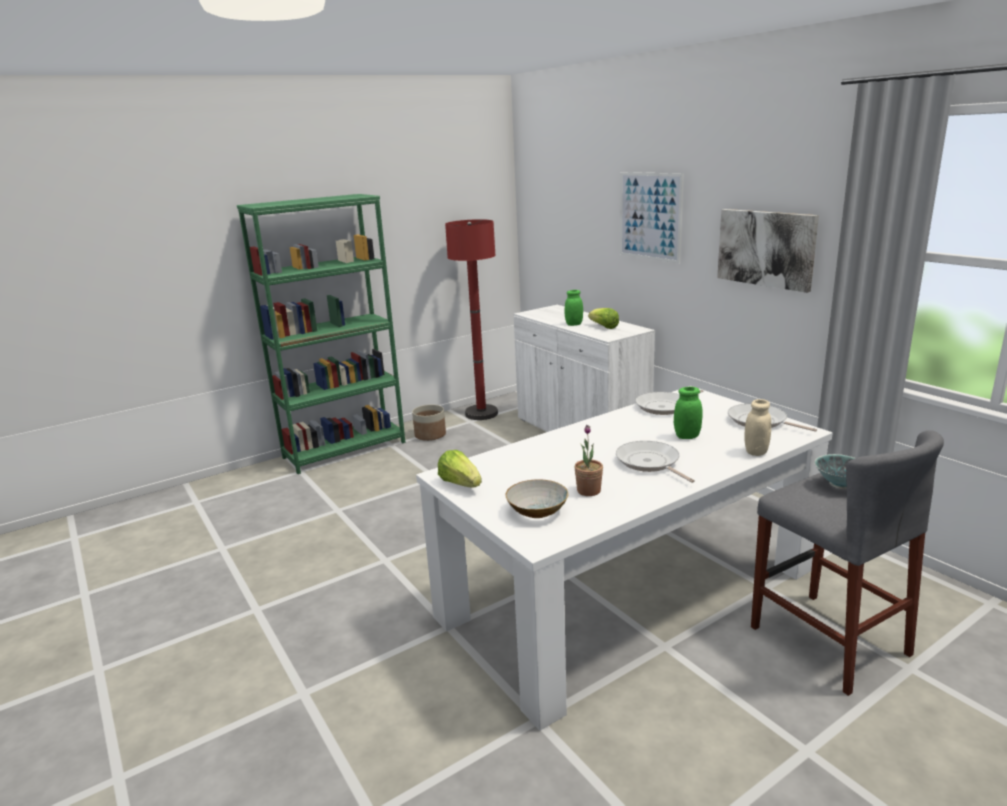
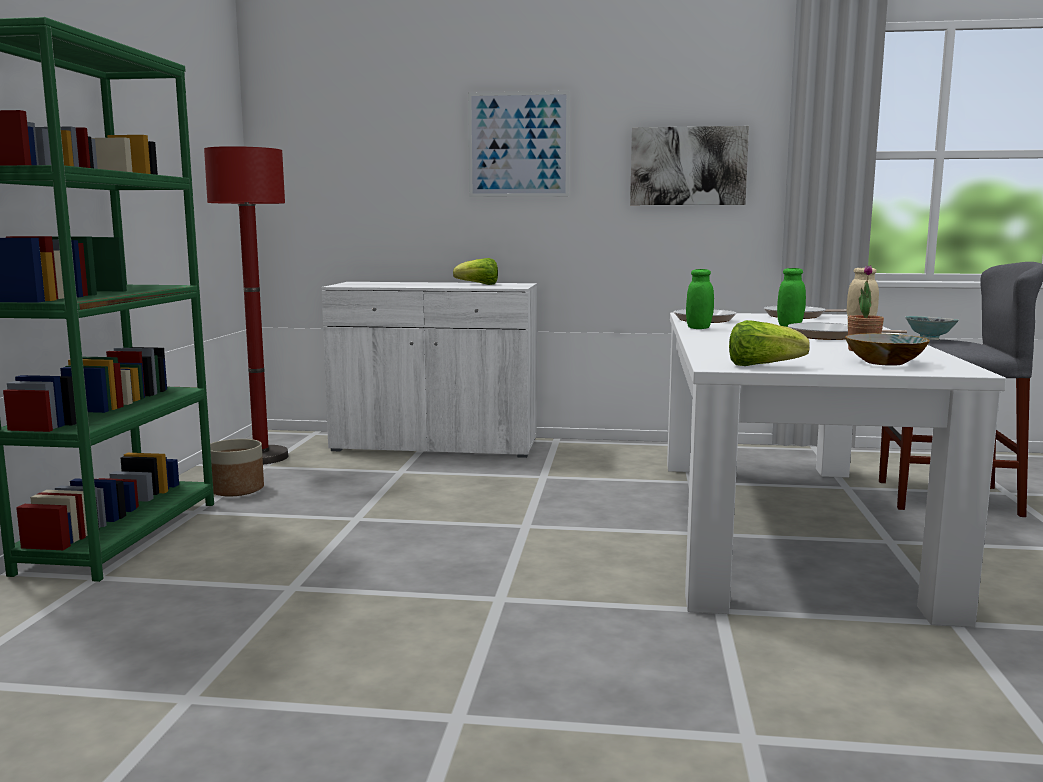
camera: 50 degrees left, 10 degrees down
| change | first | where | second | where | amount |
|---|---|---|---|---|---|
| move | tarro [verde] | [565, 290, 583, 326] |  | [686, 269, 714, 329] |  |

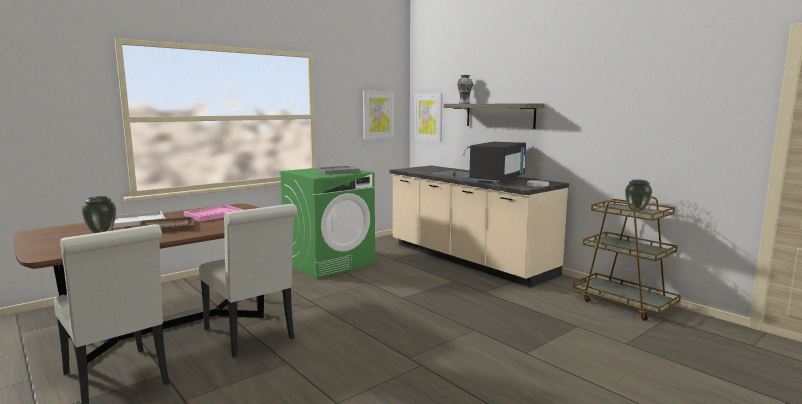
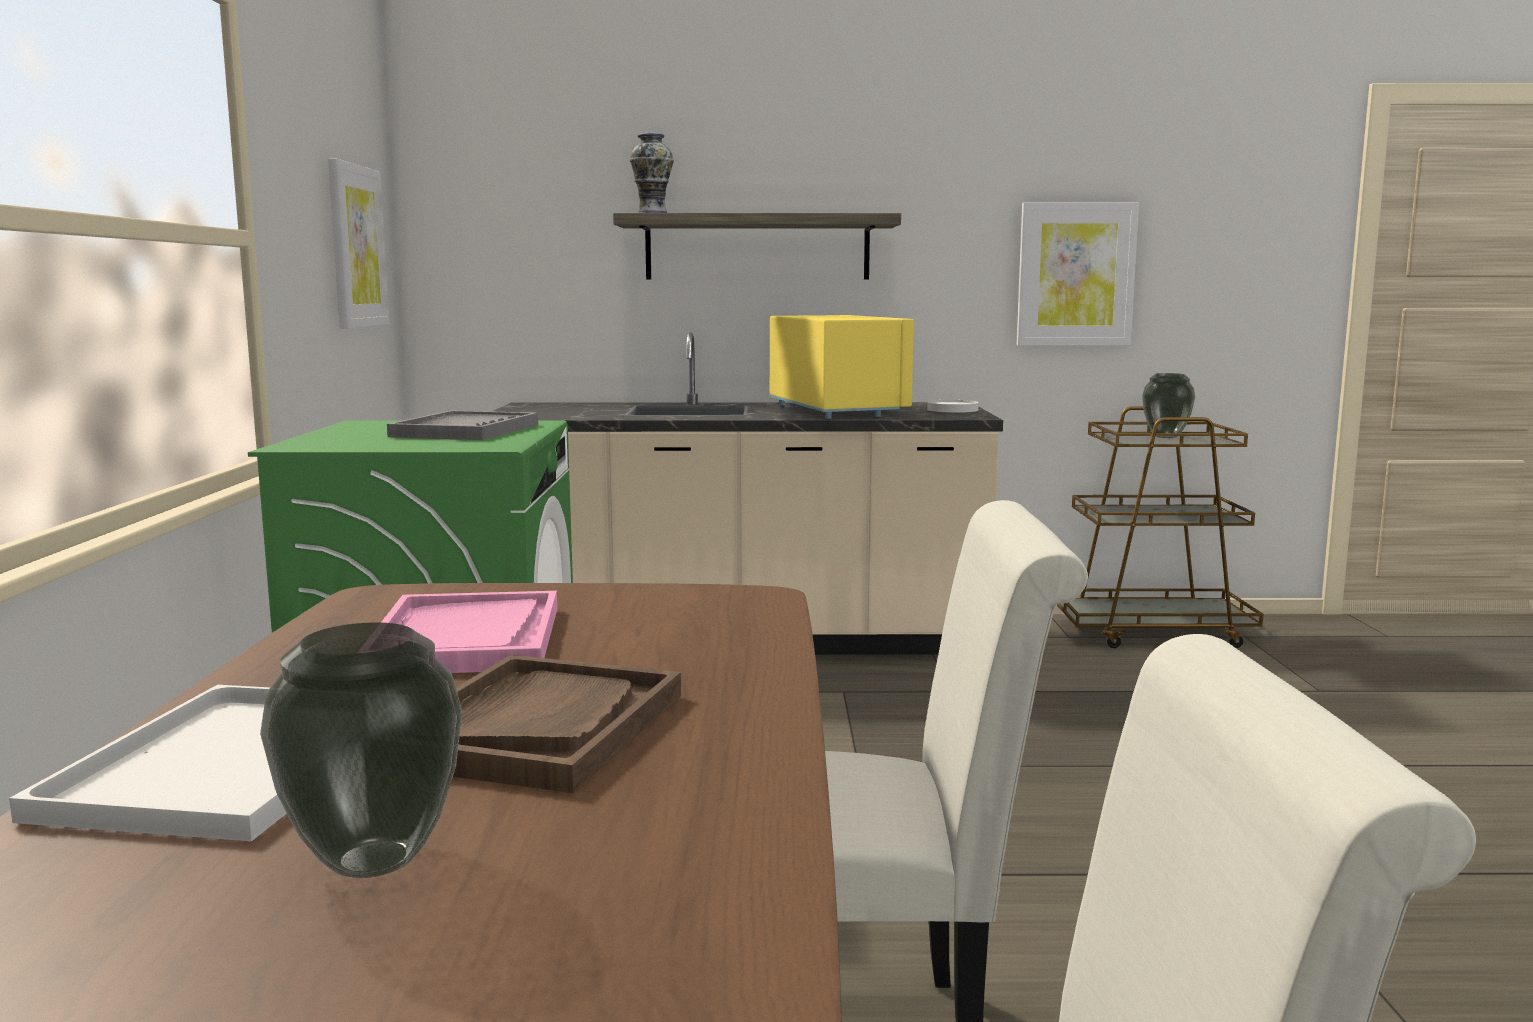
camera: 50 degrees left, 0 degrees up
| change | first | where | second | where | amount |
|---|---|---|---|---|---|
| move | cuadro | [414, 93, 443, 142] |  | [1016, 202, 1139, 346] |  |
| recolor | microondas [negro] | [469, 142, 526, 184] | microondas [amarillo] | [769, 315, 914, 419] |  |

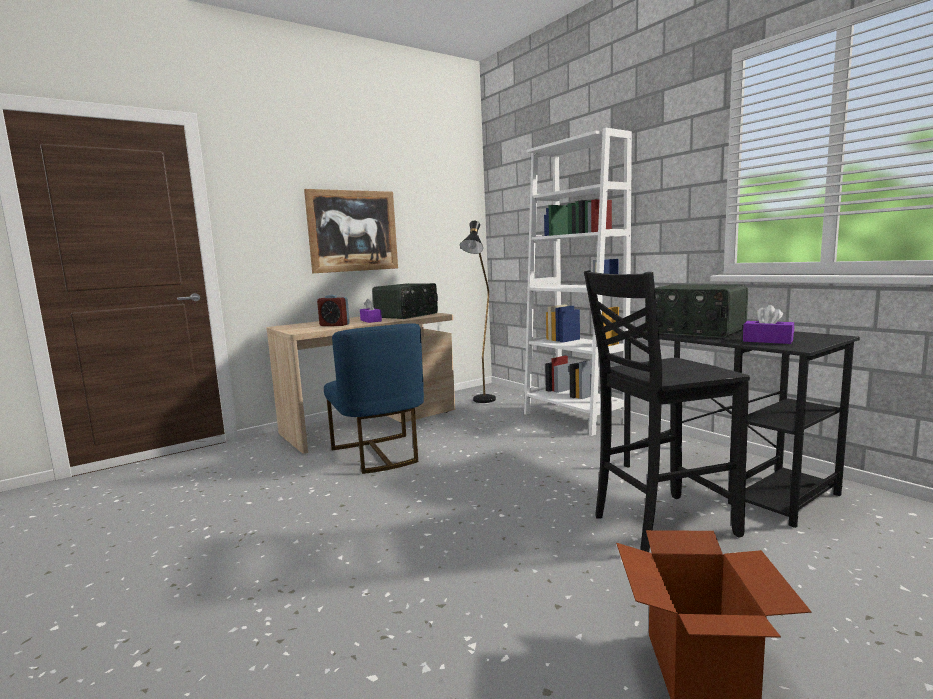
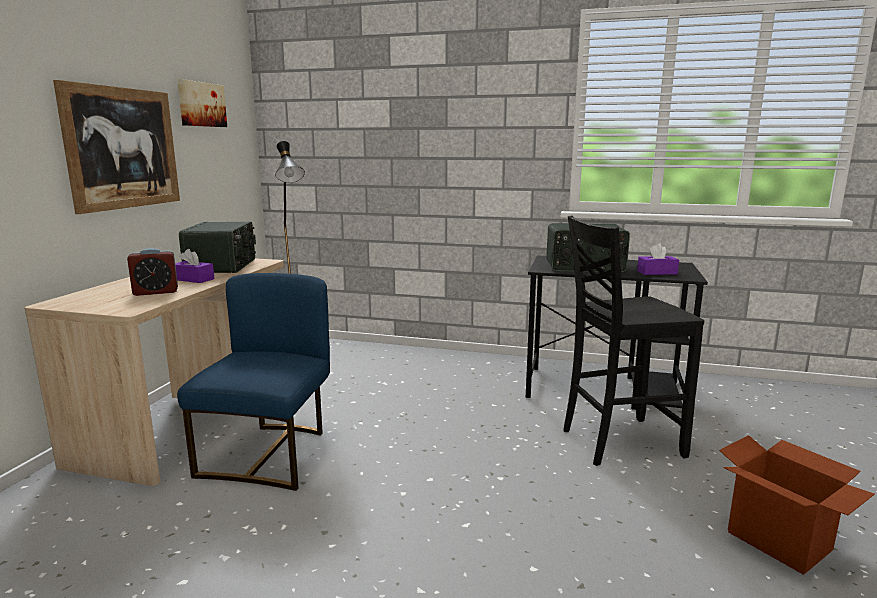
camera: 40 degrees left, 5 degrees up
| change | first | where | second | where | amount |
|---|---|---|---|---|---|
| delete | estantería [blanco] | [524, 128, 632, 436] |  |  |  |
| insert |  |  | cuadro | [177, 79, 227, 127] |  |
| rotate | silla [azul] | [324, 323, 424, 474] |  | [177, 273, 330, 491] | 105 degrees counterclockwise |
| rotate | silla [negro] | [584, 270, 750, 552] |  | [563, 215, 704, 466] | 45 degrees clockwise |

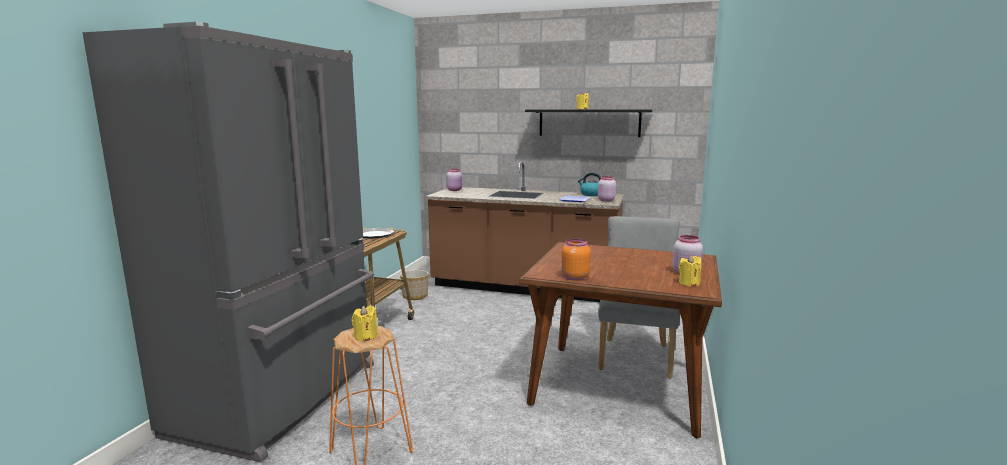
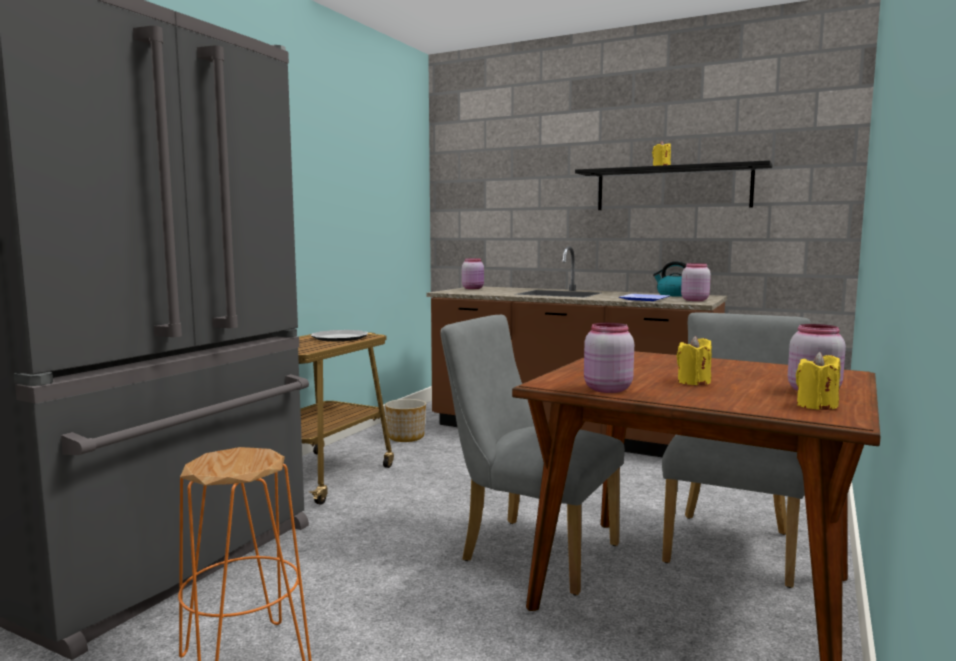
camera: 10 degrees right, 5 degrees down
| change | first | where | second | where | amount |
|---|---|---|---|---|---|
| insert |  |  | silla [gris] | [440, 315, 625, 595] |  |
| move | vela [amarillo] | [352, 305, 378, 342] |  | [676, 336, 712, 385] |  |
| recolor | tarro [naranja] | [561, 238, 591, 280] | tarro [rosa] | [584, 323, 634, 393] |  |

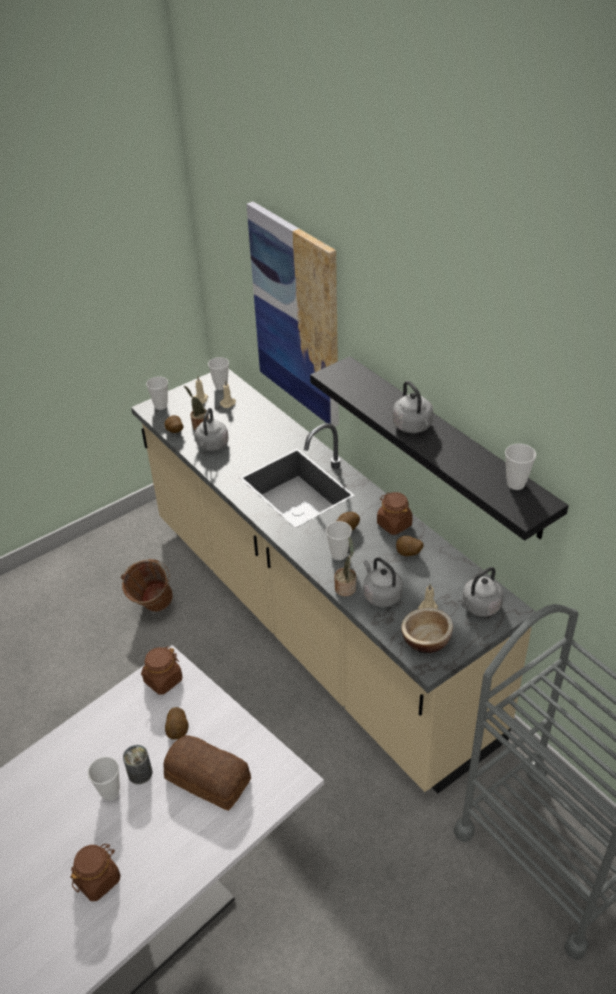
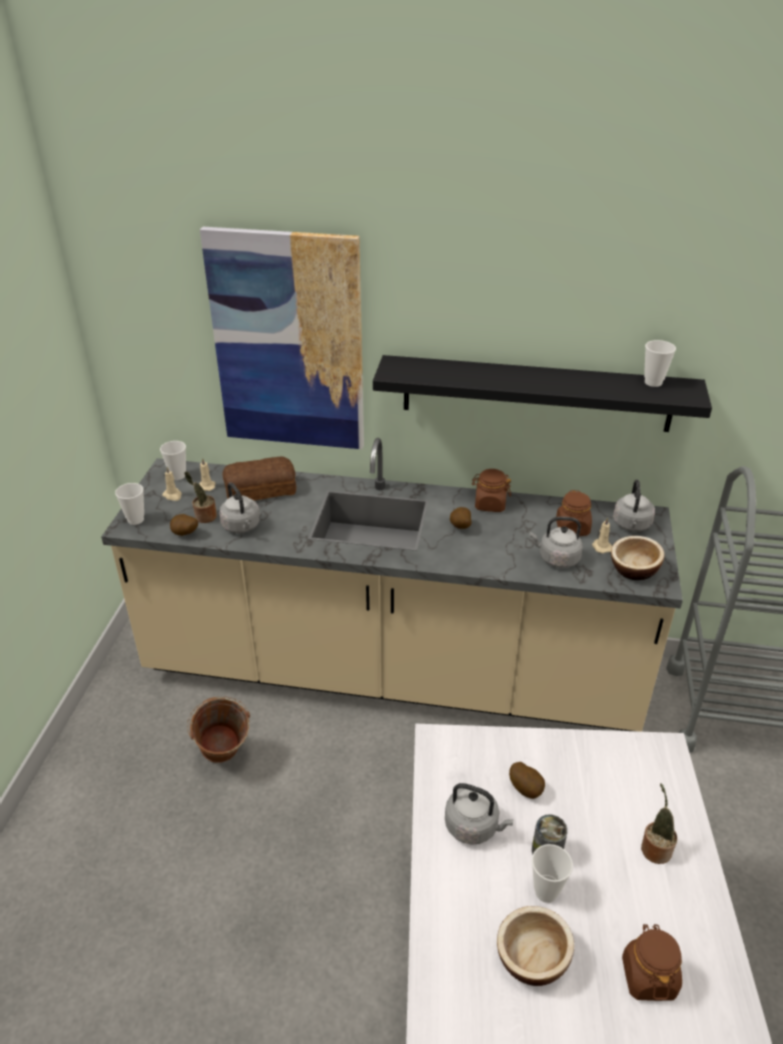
camera: 45 degrees left, 5 degrees down
| change | first | where | second | where | amount |
|---|---|---|---|---|---|
| delete | taza | [326, 521, 352, 560] |  |  |  |
| delete | patata | [396, 536, 423, 556] |  |  |  |
| insert |  |  | cuenco | [497, 906, 574, 986] |  |
| move | tarro [marrón] | [141, 646, 182, 695] |  | [556, 490, 592, 536] |  |
| move | pan | [163, 735, 251, 811] |  | [223, 456, 296, 500] |  |
| move | planta en maceta | [334, 537, 356, 596] |  | [641, 784, 677, 864] |  |
| move | hervidor [gris] | [393, 381, 433, 433] |  | [445, 783, 513, 845] |  |

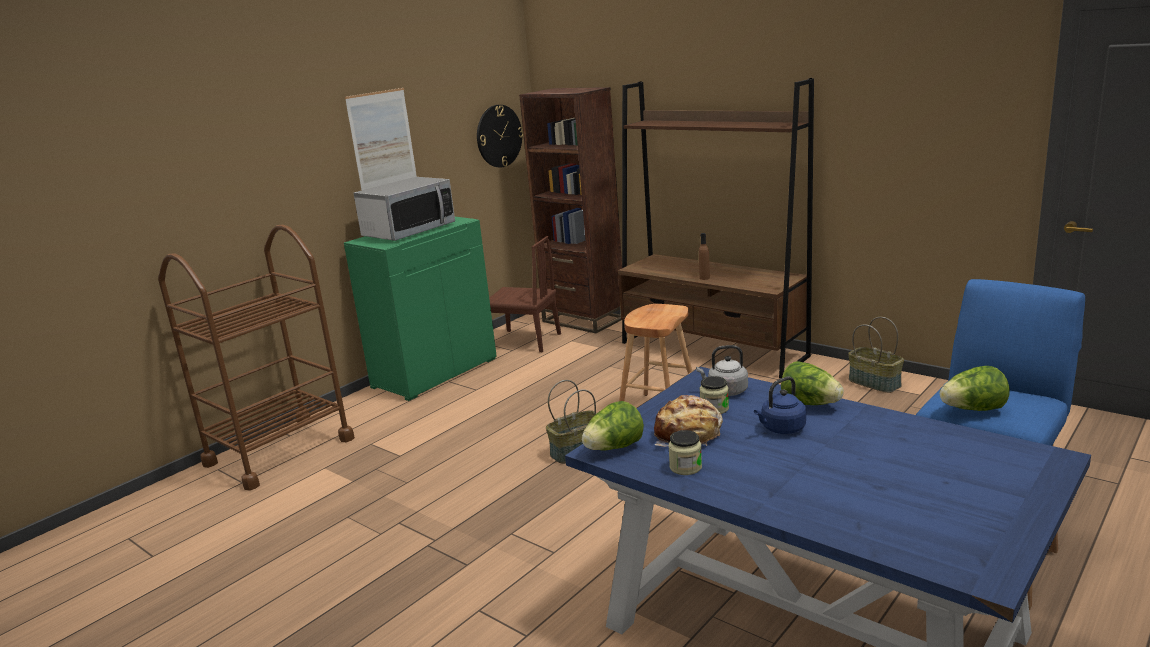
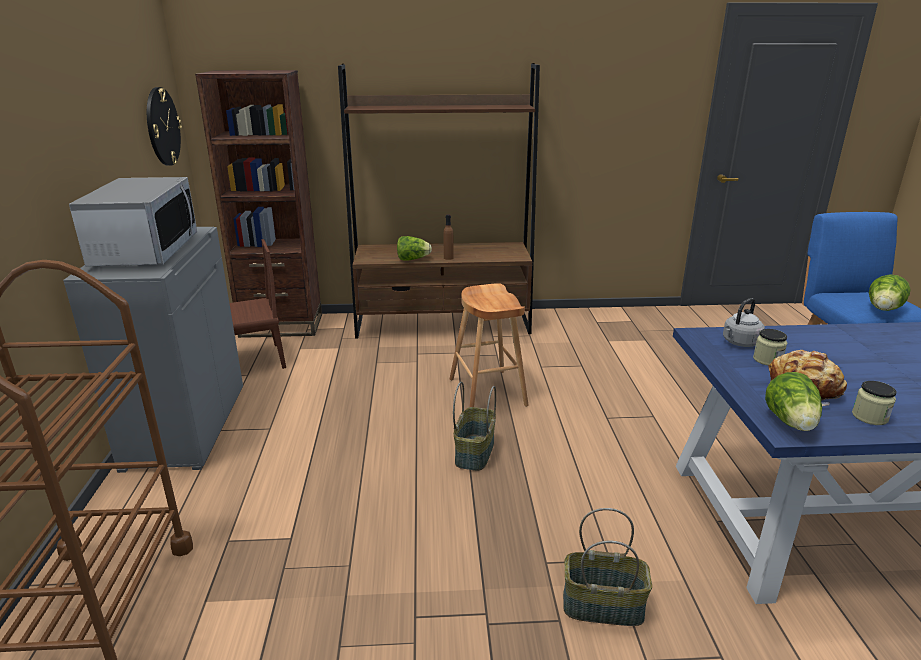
camera: 45 degrees left, 5 degrees up
| change | first | where | second | where | amount |
|---|---|---|---|---|---|
| delete | cuadro | [345, 88, 417, 191] |  |  |  |
| delete | hervidor [azul] | [754, 377, 806, 434] |  |  |  |
| move | lechuga | [781, 361, 844, 405] |  | [397, 236, 432, 261] |  |
| move | cesta | [848, 317, 904, 393] |  | [563, 508, 652, 626] |  |
| recolor | armario [verde] | [344, 217, 497, 401] | armario [gris] | [63, 227, 243, 473] |  |

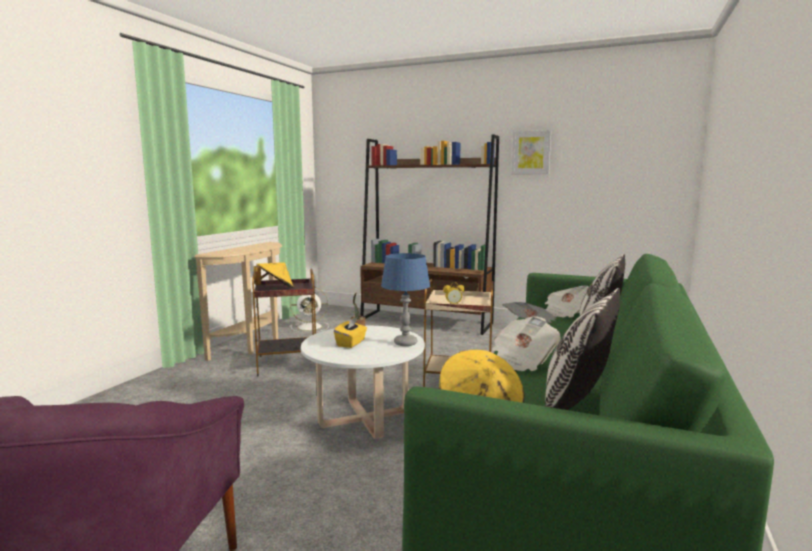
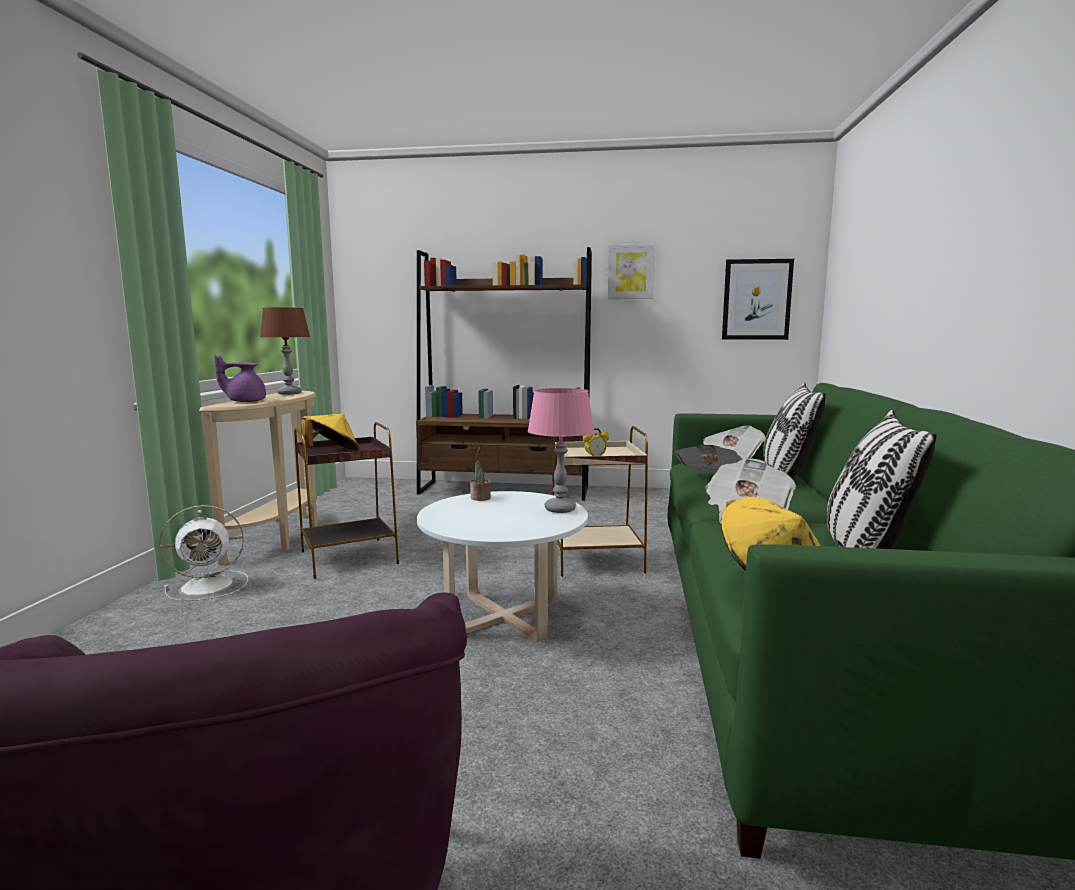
camera: 15 degrees left, 0 degrees up
| change | first | where | second | where | amount |
|---|---|---|---|---|---|
| delete | caja de pañuelos [amarillo] | [334, 317, 367, 348] |  |  |  |
| insert |  |  | tetera [morado] | [214, 355, 266, 402] |  |
| insert |  |  | lámpara de mesa [marrón] | [260, 307, 310, 395] |  |
| insert |  |  | cuadro | [722, 259, 794, 340] |  |
| move | ventilador [blanco] | [290, 287, 329, 332] |  | [159, 505, 248, 601] |  |
| recolor | lámpara de mesa [azul] | [381, 253, 430, 346] | lámpara de mesa [rosa] | [528, 388, 594, 513] |  |

